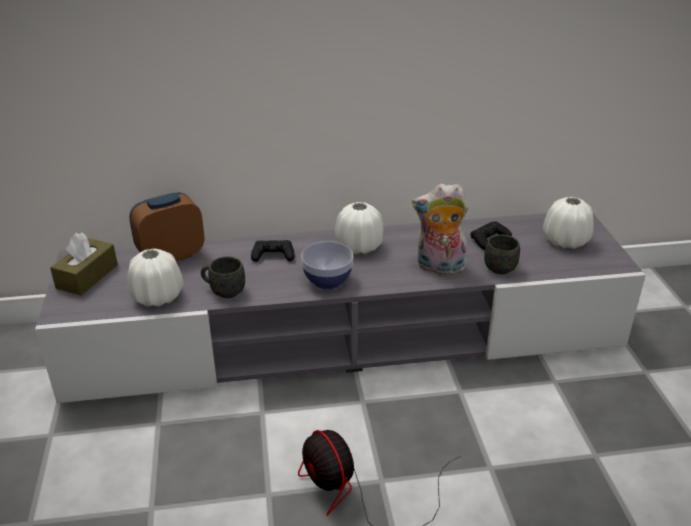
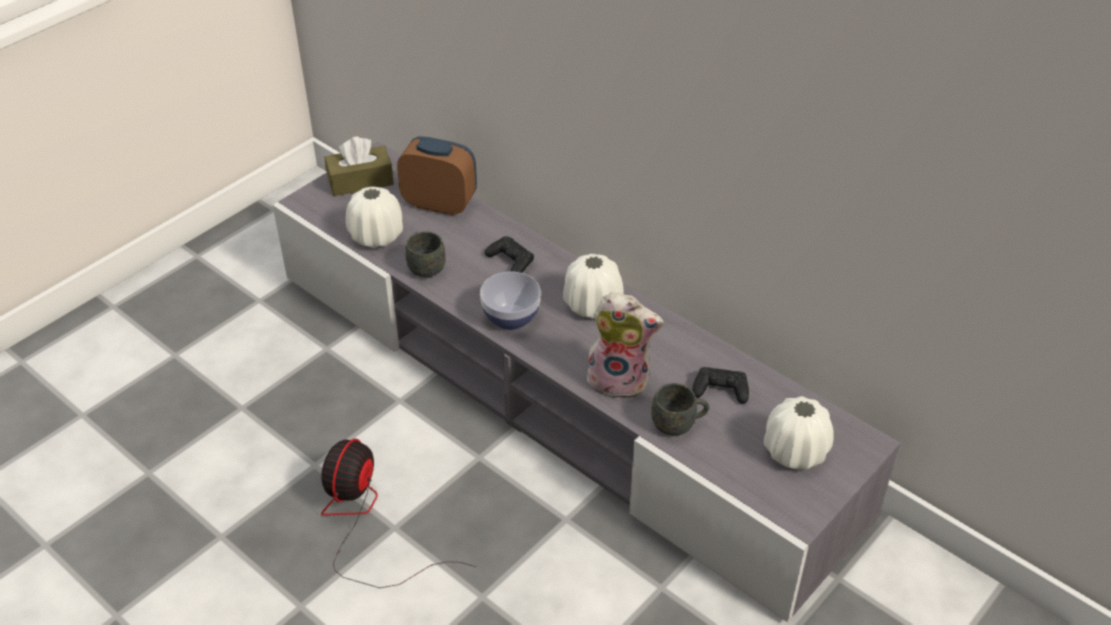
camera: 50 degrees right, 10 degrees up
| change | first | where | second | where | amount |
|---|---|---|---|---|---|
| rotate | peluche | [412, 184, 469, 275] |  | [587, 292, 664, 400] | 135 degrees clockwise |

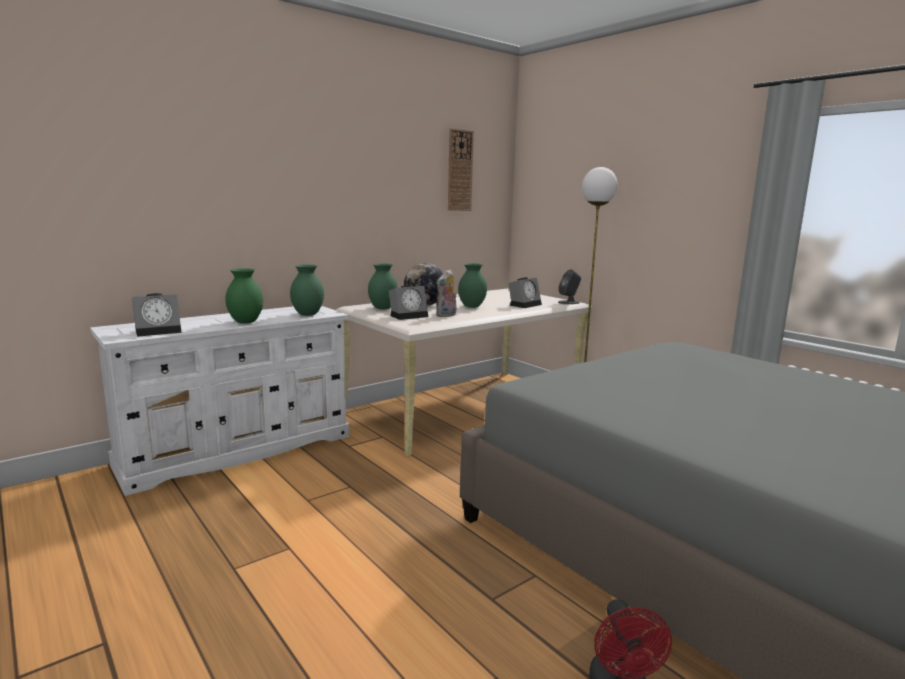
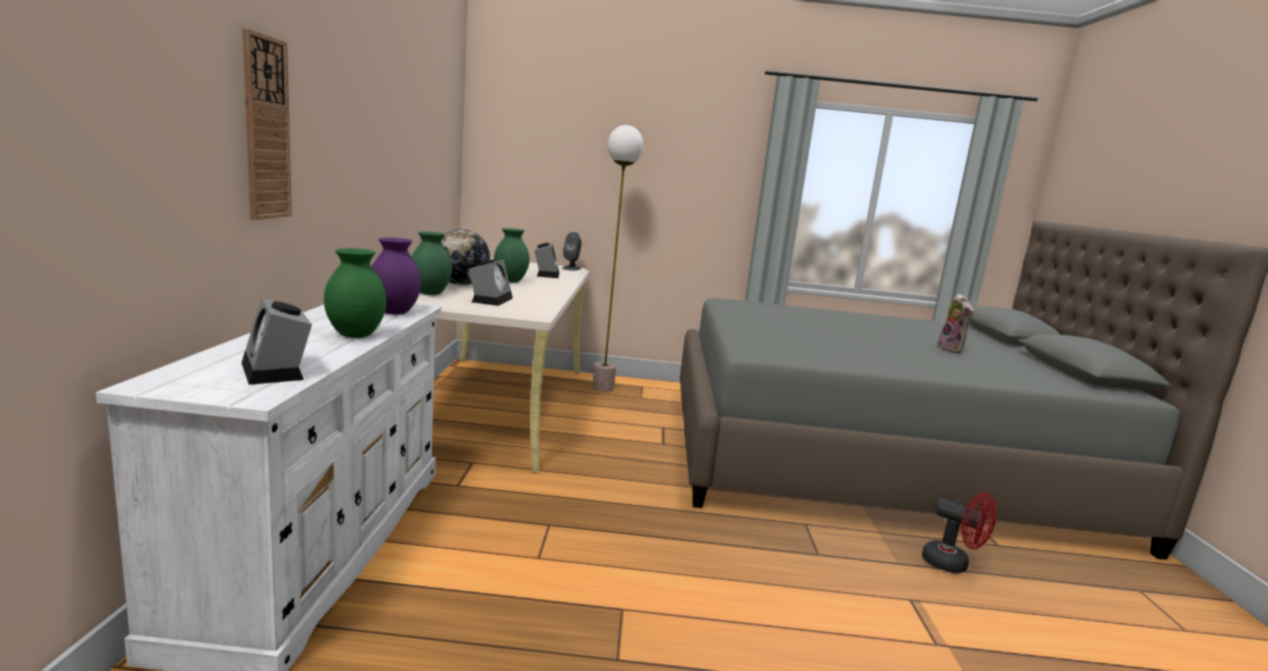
camera: 50 degrees left, 0 degrees up
| change | first | where | second | where | amount |
|---|---|---|---|---|---|
| move | peluche | [436, 269, 457, 317] |  | [937, 293, 974, 353] |  |
| move | reloj de pared | [448, 128, 474, 211] |  | [242, 28, 292, 220] |  |
| recolor | florero [verde] | [290, 265, 324, 316] | florero [morado] | [372, 238, 421, 315] |  |
| rotate | despertador | [132, 293, 182, 337] |  | [242, 298, 312, 385] | 135 degrees clockwise |

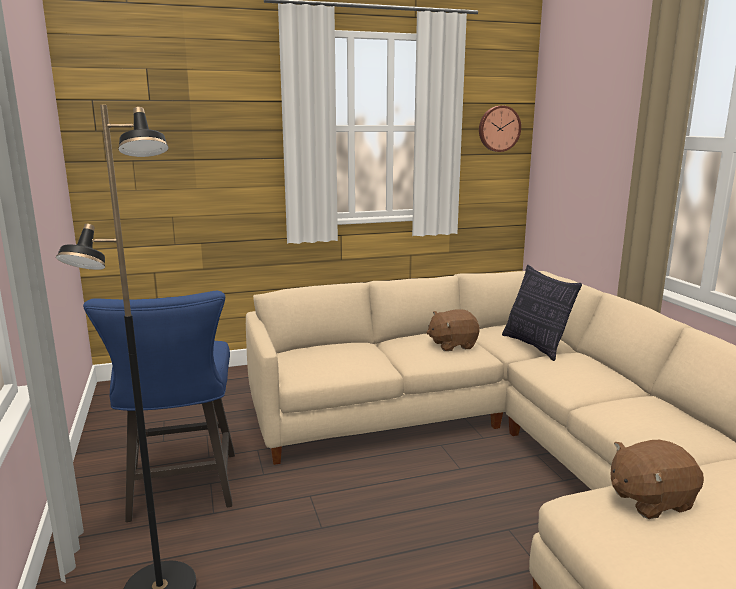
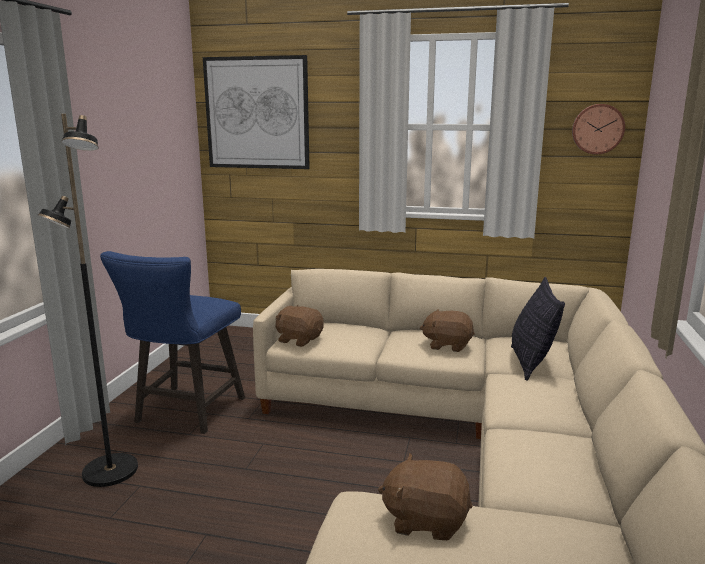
camera: 30 degrees right, 0 degrees up
| change | first | where | second | where | amount |
|---|---|---|---|---|---|
| insert |  |  | cuadro | [203, 55, 310, 169] |  |
| insert |  |  | peluche [marrón] | [275, 305, 324, 347] |  |

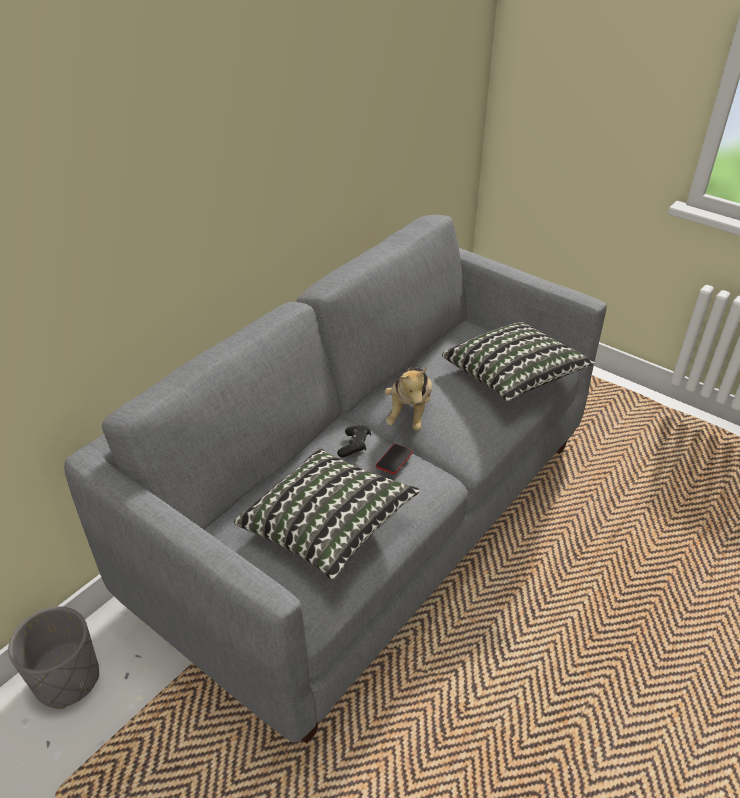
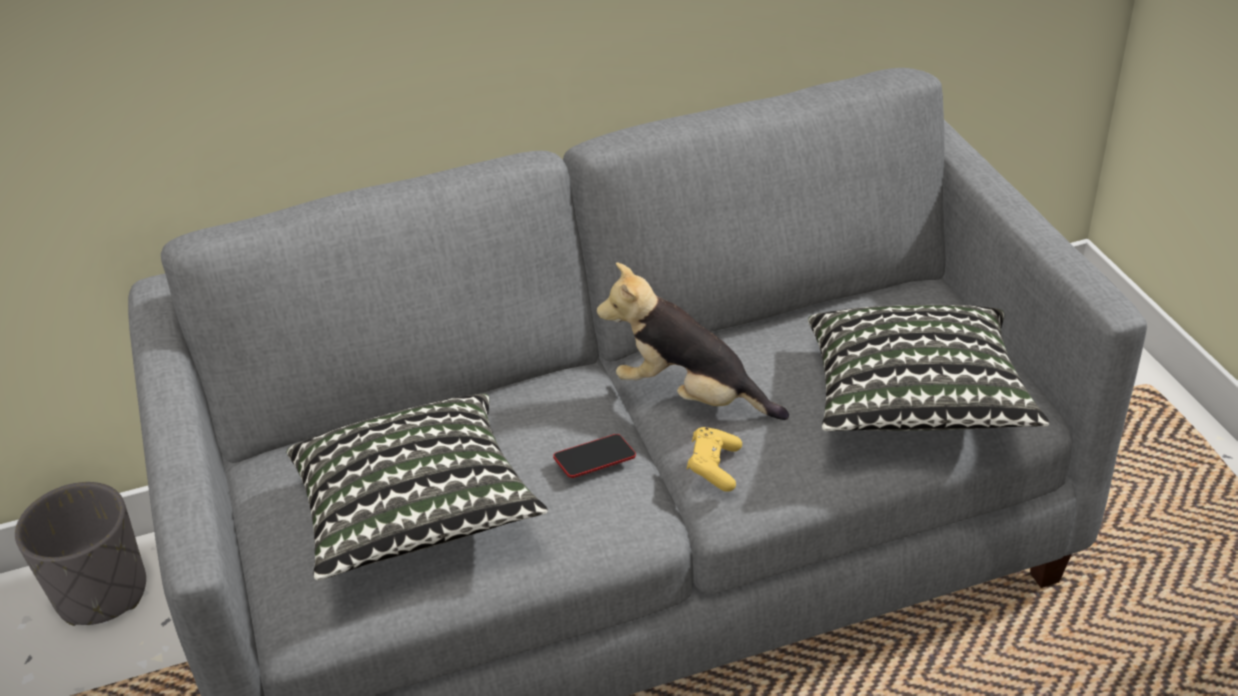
camera: 35 degrees right, 0 degrees up
| change | first | where | second | where | amount |
|---|---|---|---|---|---|
| delete | mando de consola [negro] | [337, 426, 371, 458] |  |  |  |
| insert |  |  | mando de consola [amarillo] | [687, 427, 742, 492] |  |
| rotate | peluche | [385, 367, 432, 431] |  | [597, 262, 789, 420] | 75 degrees clockwise |

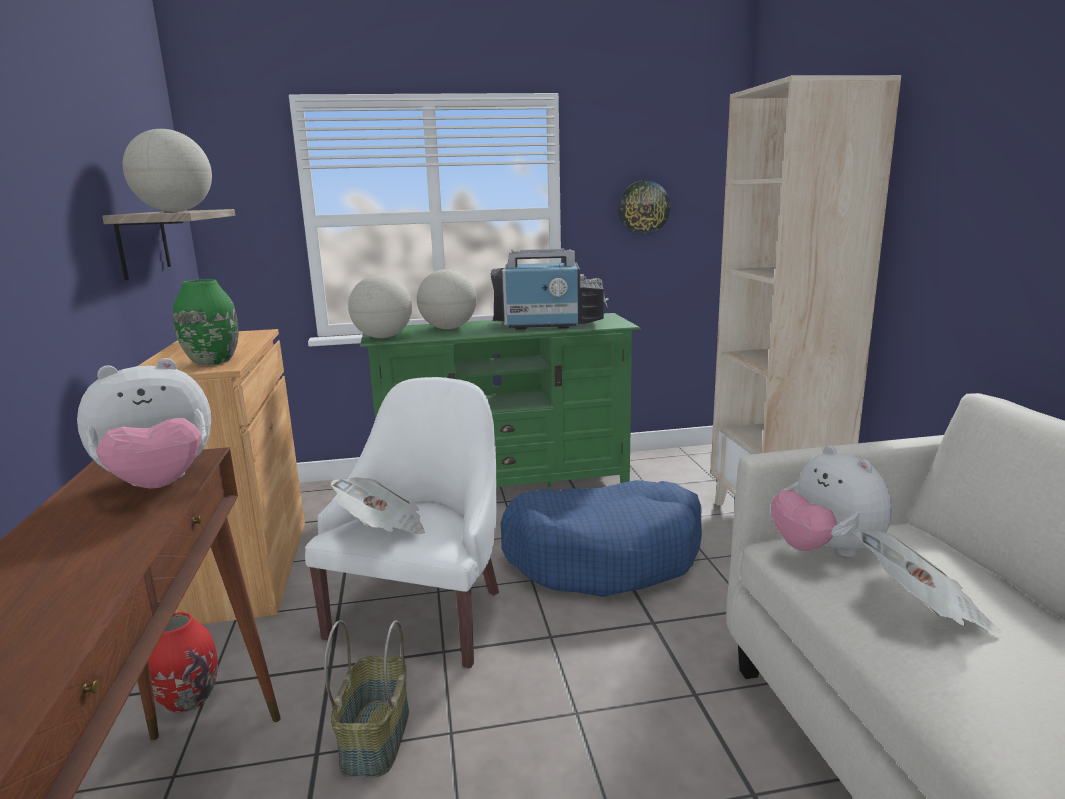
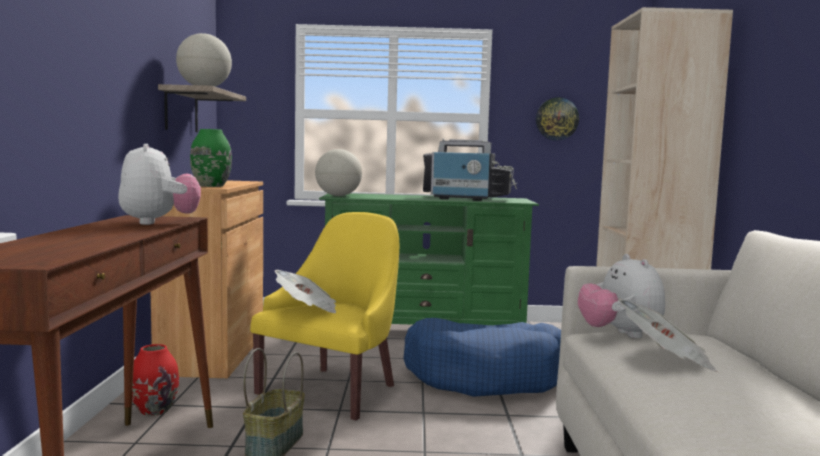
camera: 10 degrees right, 10 degrees down
| change | first | where | second | where | amount |
|---|---|---|---|---|---|
| delete | globo terráqueo | [417, 269, 476, 329] |  |  |  |
| recolor | sillón [blanco] | [305, 377, 499, 668] | sillón [amarillo] | [250, 212, 399, 420] |  |
| rotate | peluche | [77, 358, 211, 489] |  | [118, 144, 201, 225] | 90 degrees counterclockwise |

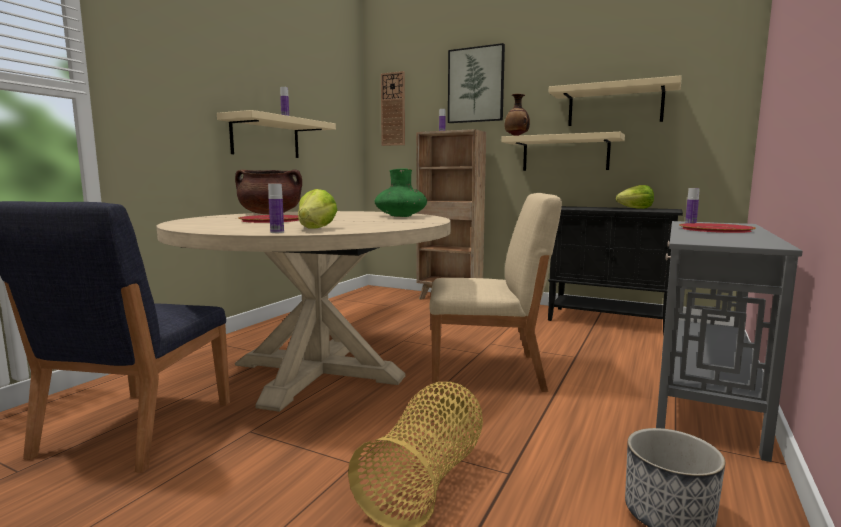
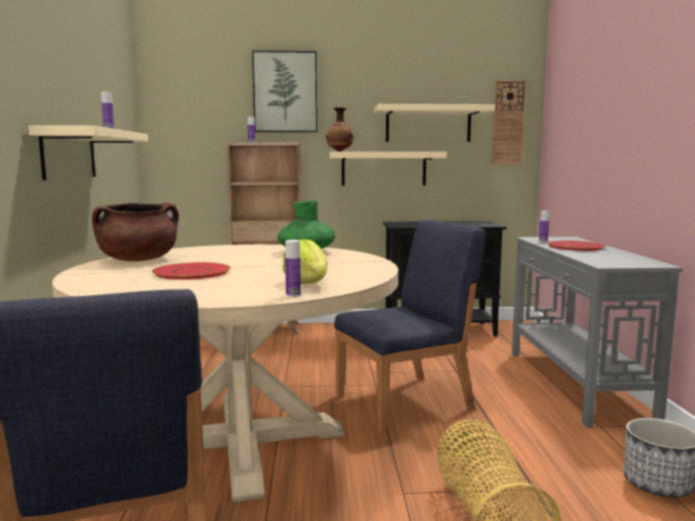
camera: 30 degrees left, 0 degrees up
| change | first | where | second | where | amount |
|---|---|---|---|---|---|
| delete | lechuga | [616, 185, 654, 209] |  |  |  |
| move | reloj de pared | [381, 71, 405, 146] |  | [492, 80, 527, 164] |  |
| recolor | silla [beis] | [429, 193, 562, 392] | silla [azul] | [334, 220, 485, 432] |  |

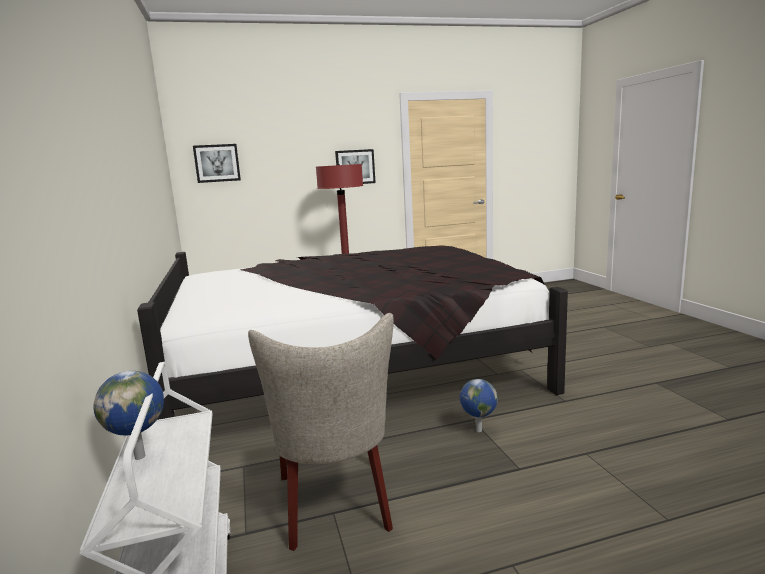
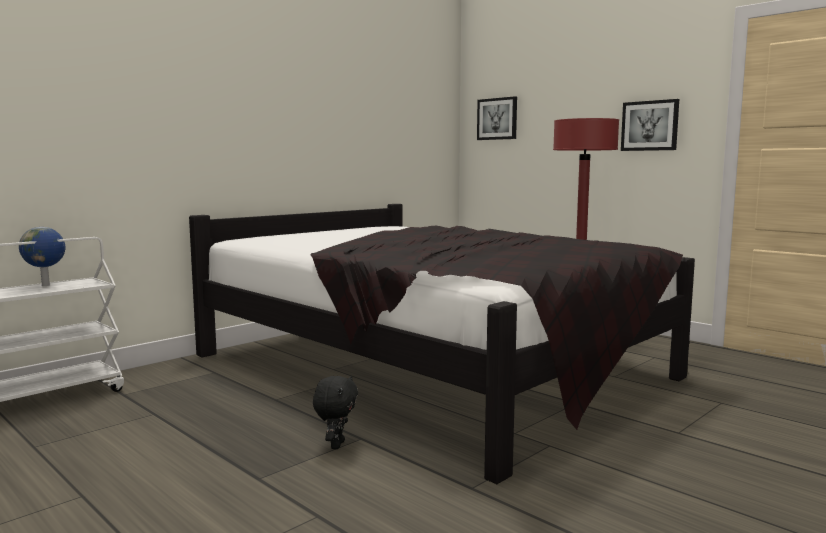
camera: 60 degrees right, 5 degrees down
| change | first | where | second | where | amount |
|---|---|---|---|---|---|
| delete | silla [beis] | [248, 313, 394, 551] |  |  |  |
| replace | globo terráqueo | [460, 379, 498, 432] | peluche [negro] | [313, 376, 358, 449] |  |

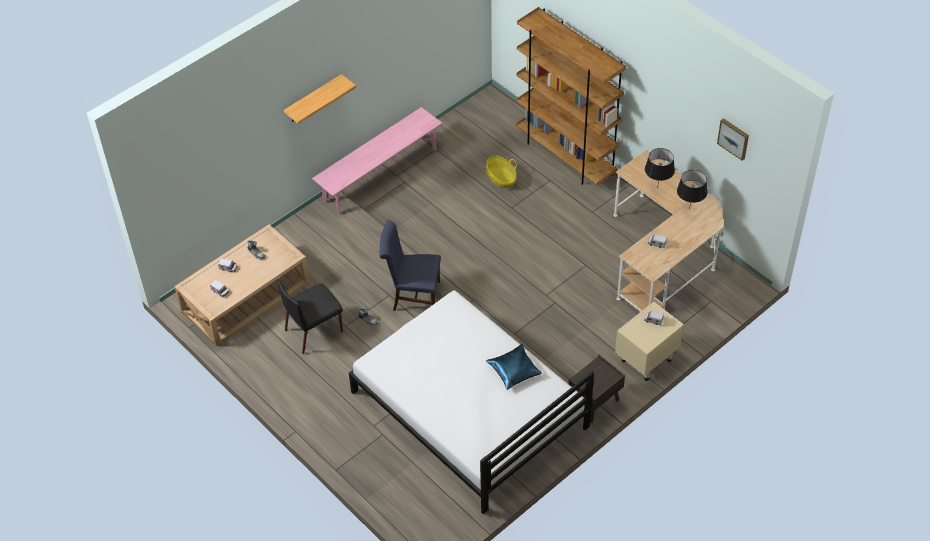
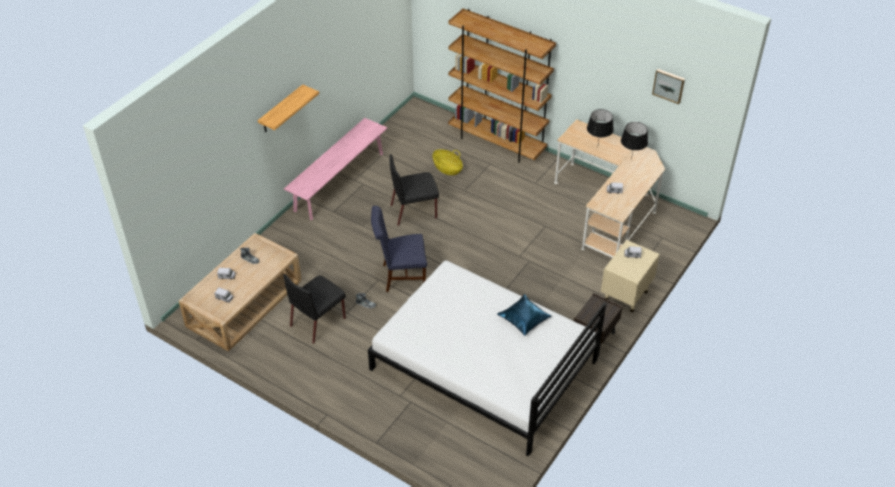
camera: 15 degrees left, 5 degrees down
| change | first | where | second | where | amount |
|---|---|---|---|---|---|
| insert |  |  | silla [negro] | [390, 154, 439, 226] |  |

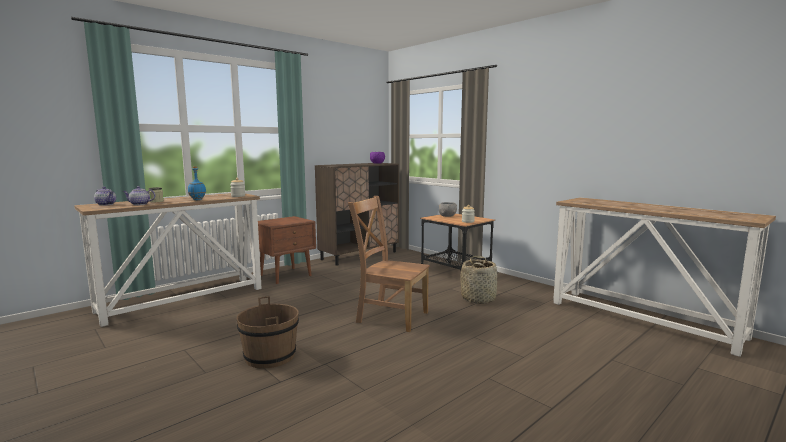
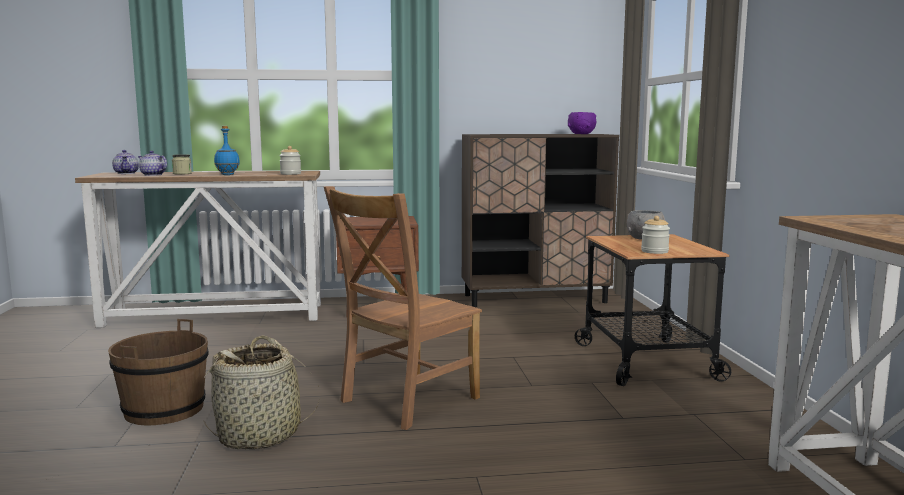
camera: 35 degrees right, 0 degrees up
| change | first | where | second | where | amount |
|---|---|---|---|---|---|
| move | cesta | [460, 256, 497, 304] |  | [203, 335, 320, 449] |  |
| rotate | silla [marrón] | [348, 196, 430, 332] |  | [324, 186, 482, 430] | 105 degrees counterclockwise |

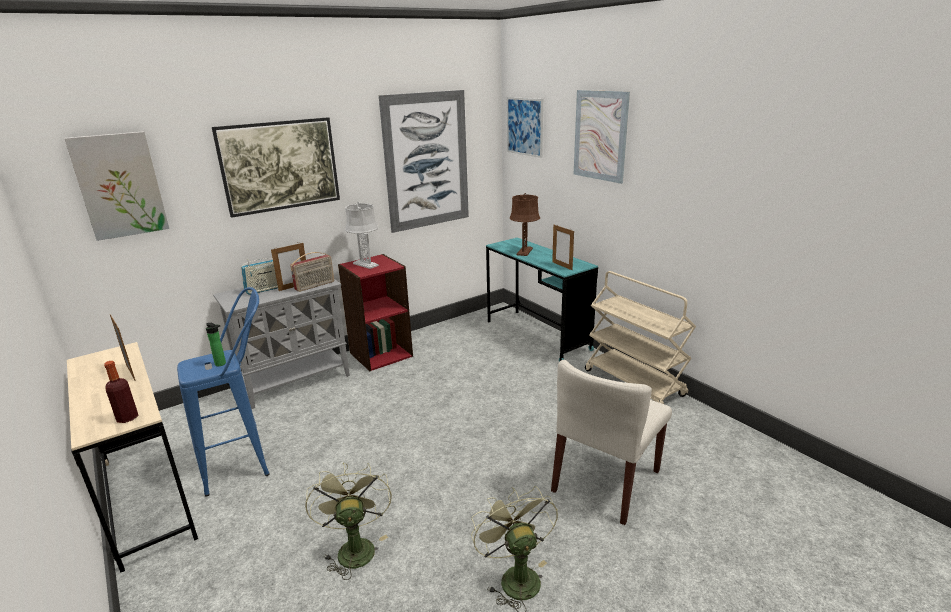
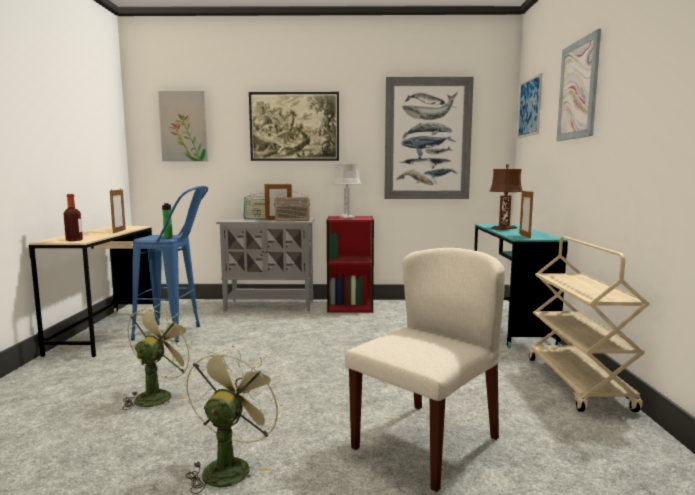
camera: 35 degrees right, 15 degrees down
| change | first | where | second | where | amount |
|---|---|---|---|---|---|
| rotate | silla [beis] | [551, 360, 672, 525] |  | [345, 248, 505, 492] | 150 degrees clockwise |

